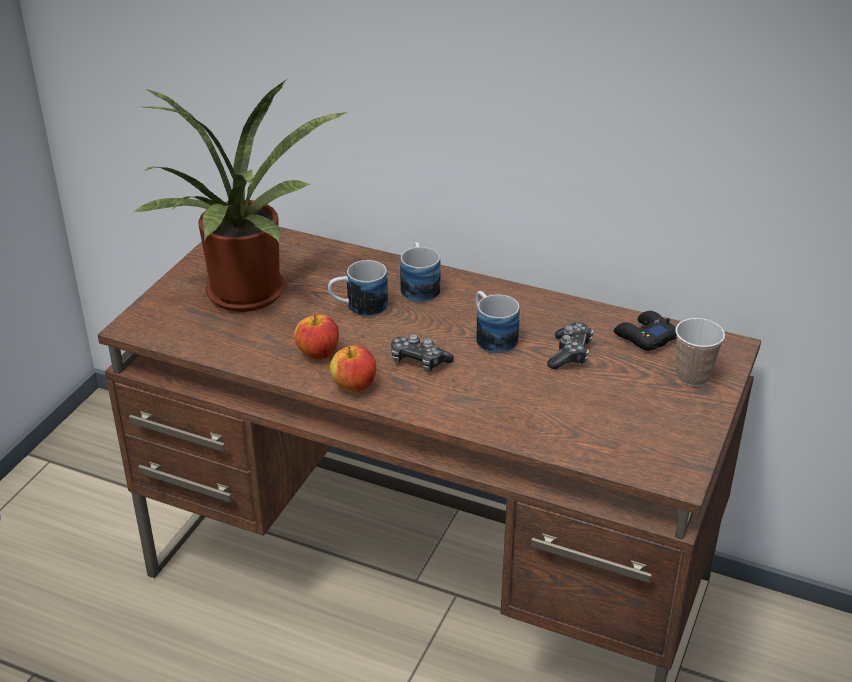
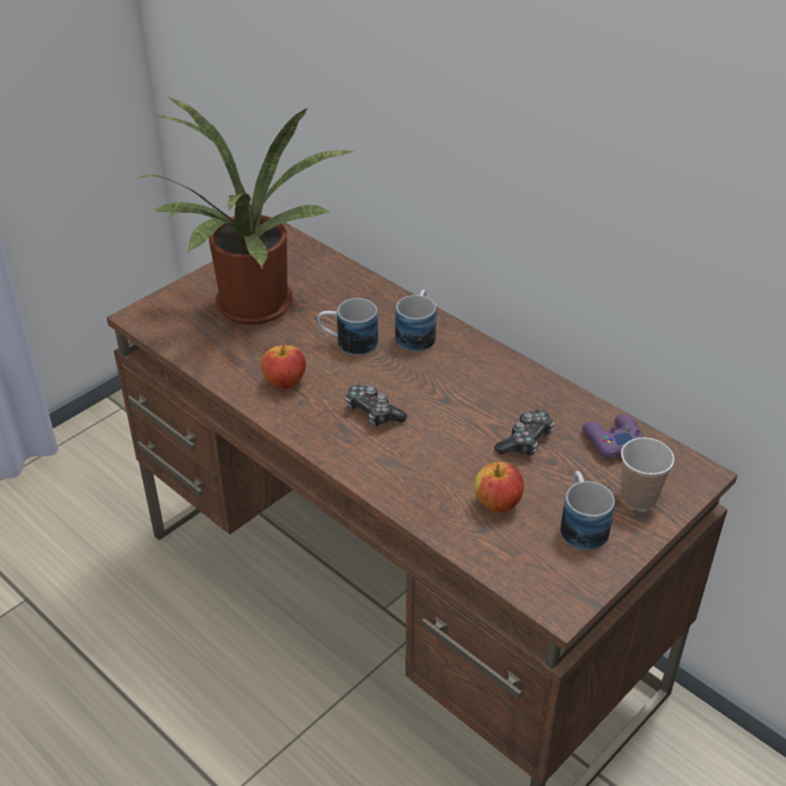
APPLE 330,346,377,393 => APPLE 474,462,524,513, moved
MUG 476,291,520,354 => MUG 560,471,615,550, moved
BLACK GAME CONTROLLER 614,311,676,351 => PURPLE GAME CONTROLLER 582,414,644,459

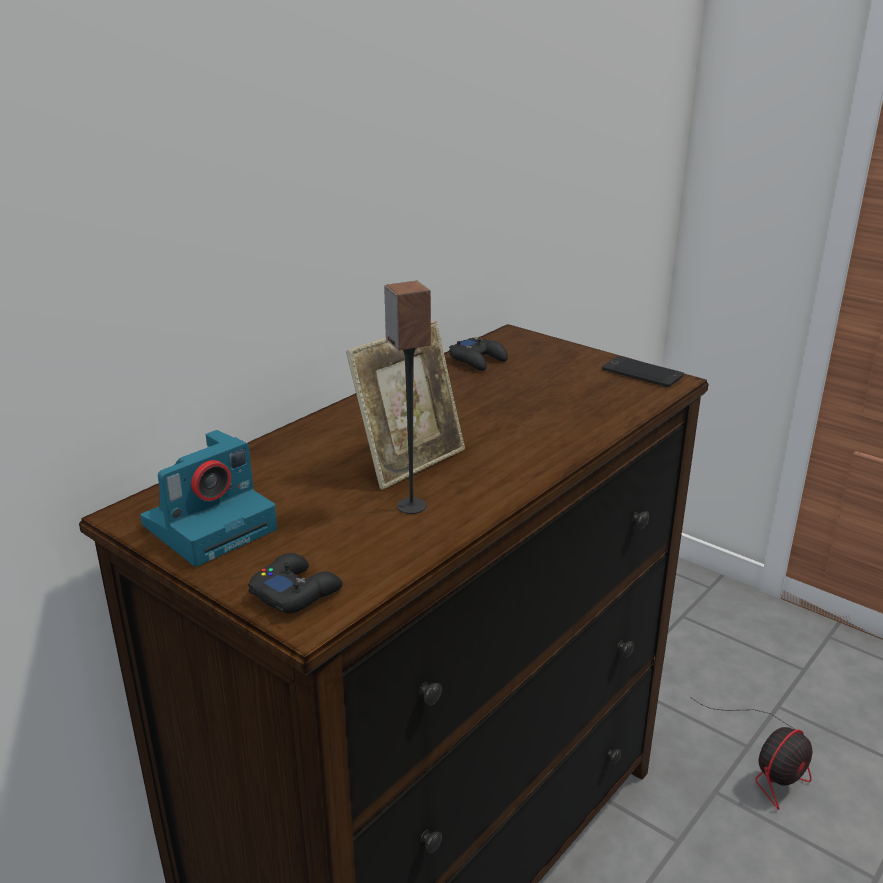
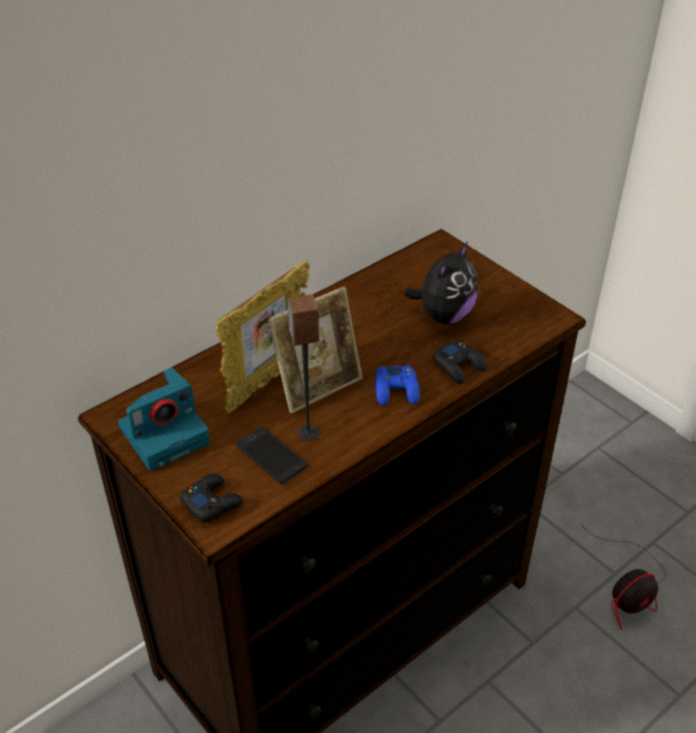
nothing => PICTURE FRAME 215,261,310,413
PHONE 602,356,684,387 => PHONE 236,427,308,484, moved
nothing => BLUE GAME CONTROLLER 375,365,420,406
nothing => PLUSH TOY 404,242,478,324
BLACK GAME CONTROLLER 449,338,508,371 => BLACK GAME CONTROLLER 433,340,487,384, moved

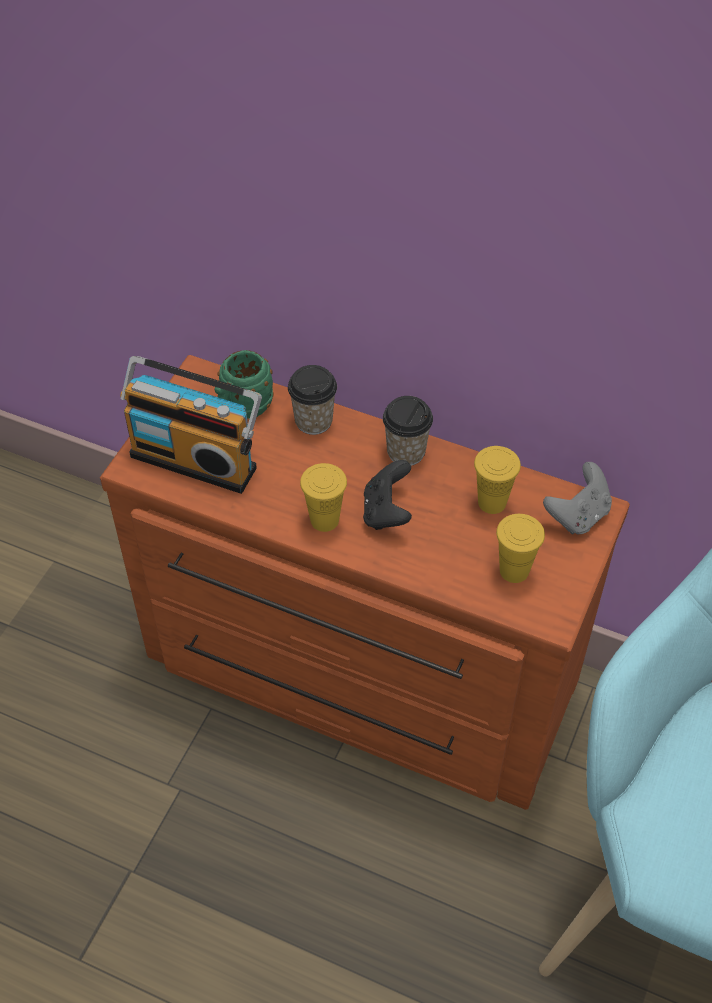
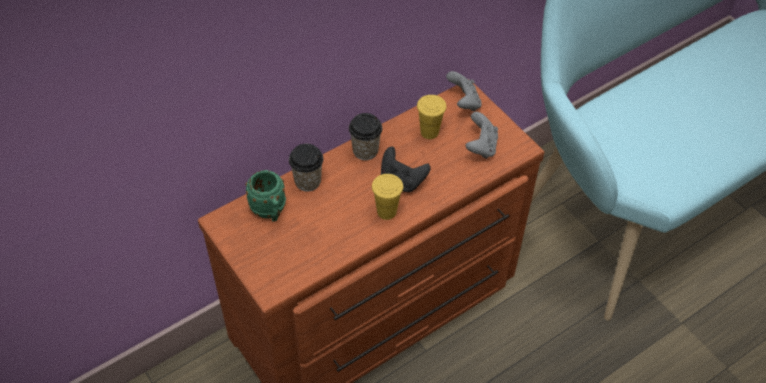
YELLOW CUP 496,514,545,583 => GREY GAME CONTROLLER 465,112,498,159
RADIO 120,356,262,494 => nothing

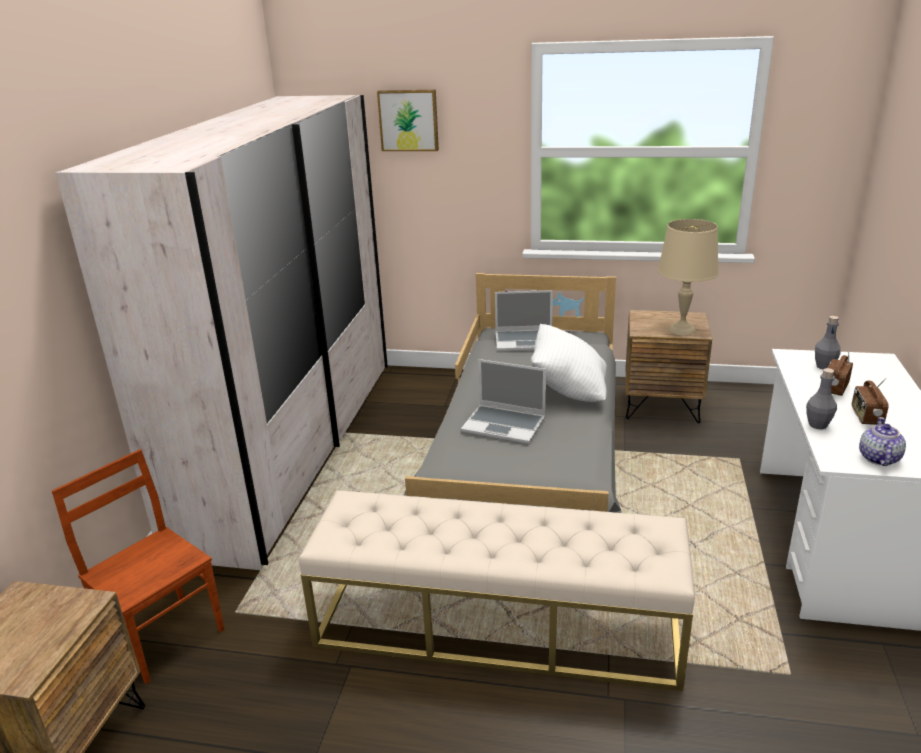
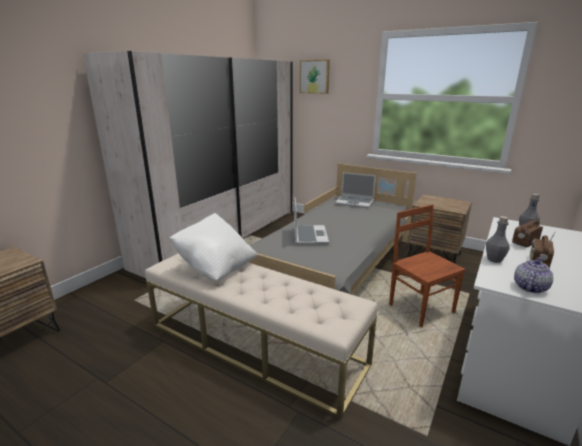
WHITE PILLOW 531,323,607,402 => WHITE PILLOW 170,213,258,280, moved
LAPTOP 461,359,546,444 => LAPTOP 294,197,329,245, 135 degrees counterclockwise
BROWN CHAIR 52,449,225,684 => BROWN CHAIR 389,204,466,327, moved
BEIGE TABLE LAMP 658,219,719,336 => nothing

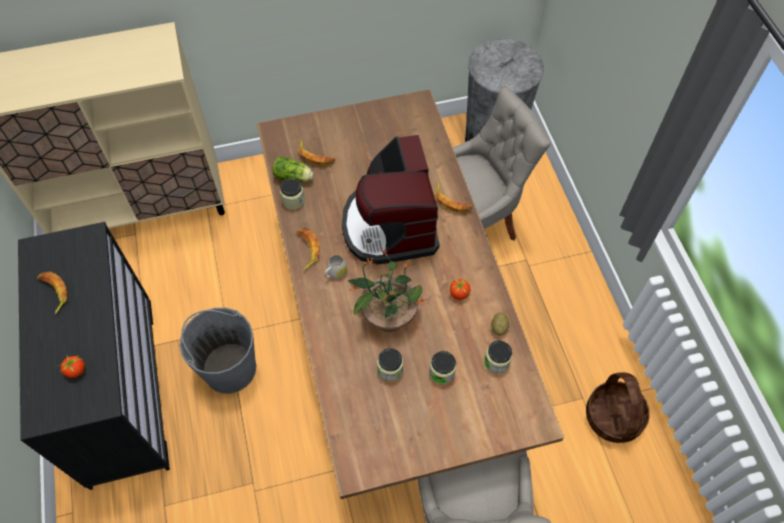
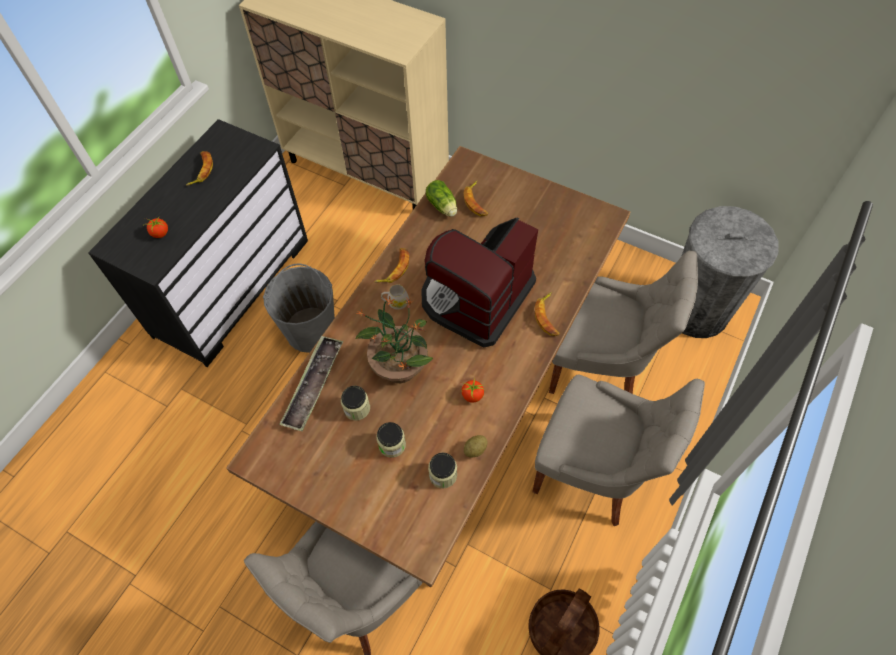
nothing => TRAY 279,336,343,431
nothing => GREY CHAIR 532,374,705,526
JAR 280,179,305,210 => nothing

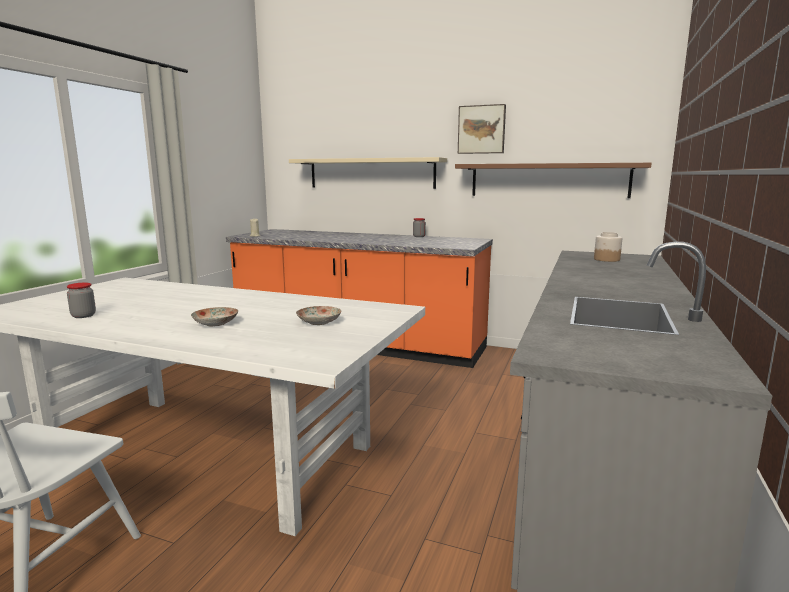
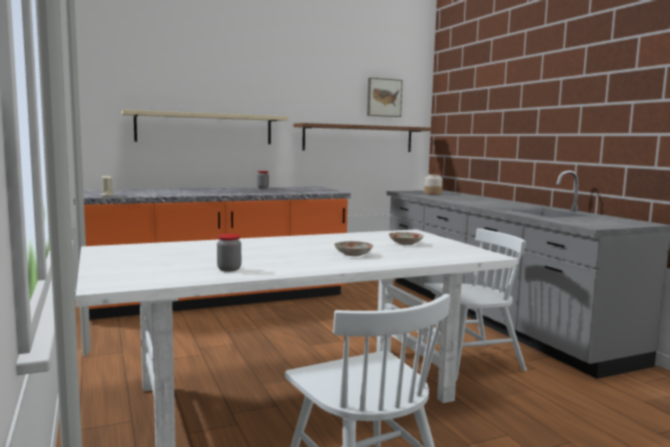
PICTURE 458,104,506,154 => PICTURE 367,78,403,117, moved
nothing => WHITE CHAIR 421,228,527,381

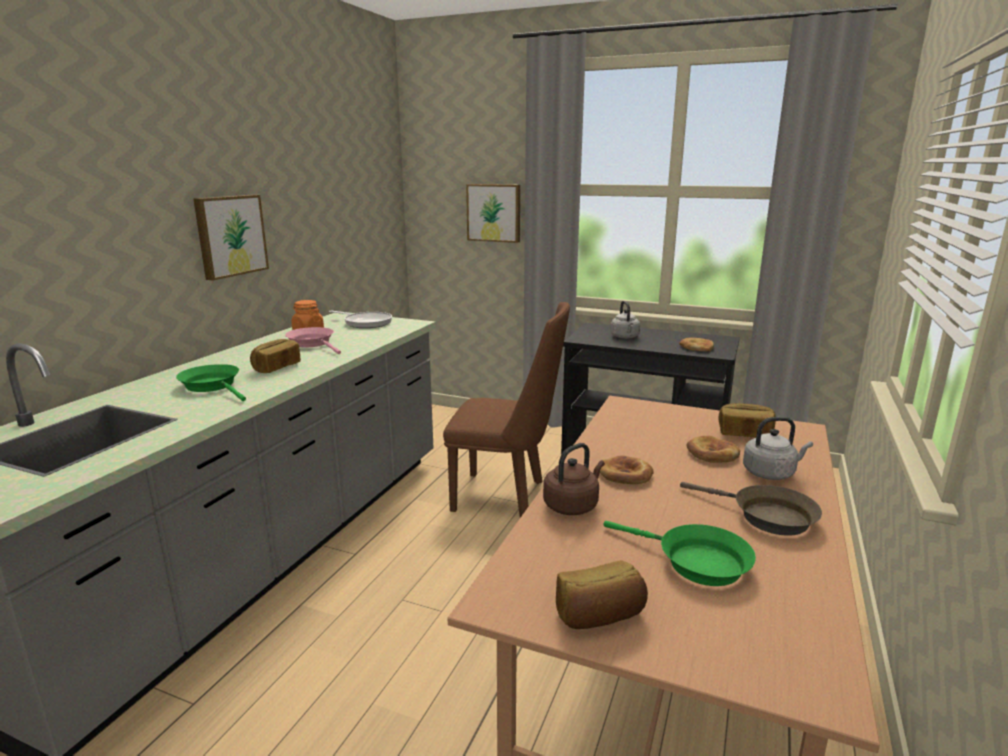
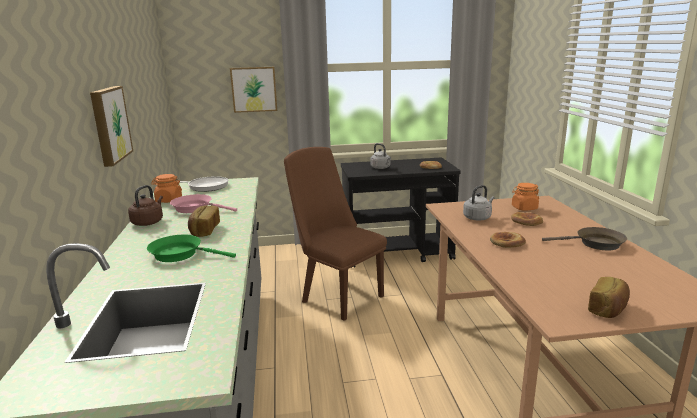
BROWN KETTLE 543,443,605,515 => BROWN KETTLE 128,185,163,226, moved
BROWN CHAIR 443,302,570,518 => BROWN CHAIR 284,147,387,321, 120 degrees counterclockwise
GREY KETTLE 743,417,813,480 => GREY KETTLE 463,185,494,220, moved
BREAD 718,403,776,438 => ORANGE JAR 512,183,539,210
GREEN FRYING PAN 604,521,756,586 => nothing

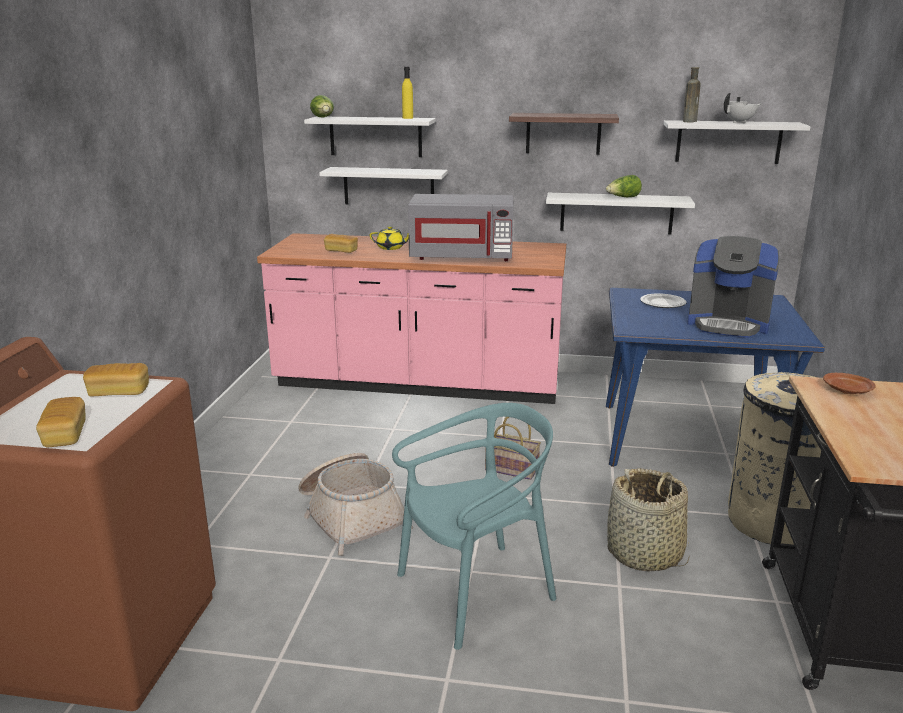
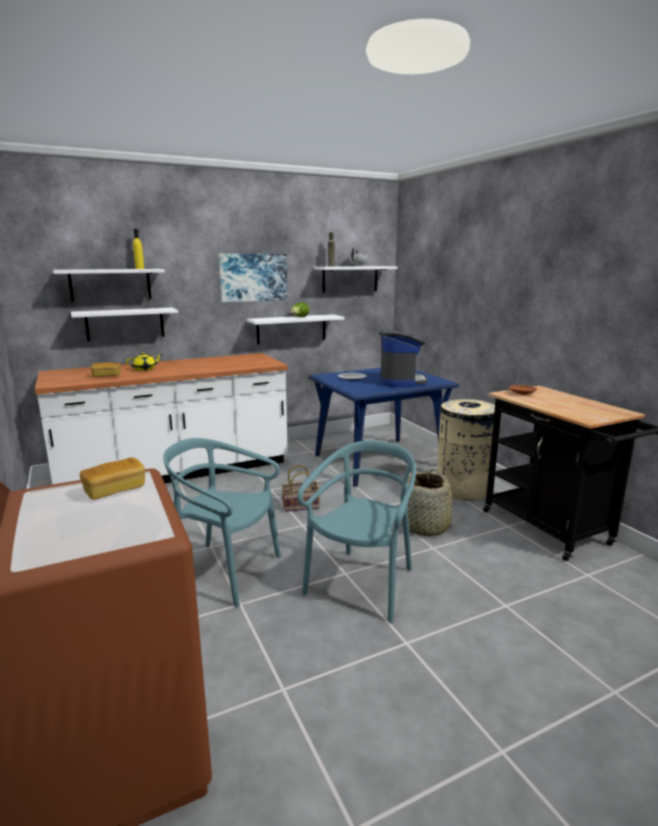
PINK COUNTER 257,233,566,404 => WHITE COUNTER 35,353,288,485
BASKET 298,453,413,556 => TURQUOISE CHAIR 163,438,281,607
SHELF 509,113,619,155 => PICTURE 218,253,287,302
COFFEE MACHINE 687,236,779,338 => COFFEE MACHINE 379,330,427,387, 75 degrees counterclockwise
BREAD 36,397,86,447 => nothing
LETTUCE 310,95,334,118 => nothing
GREY MICROWAVE 408,194,513,261 => nothing

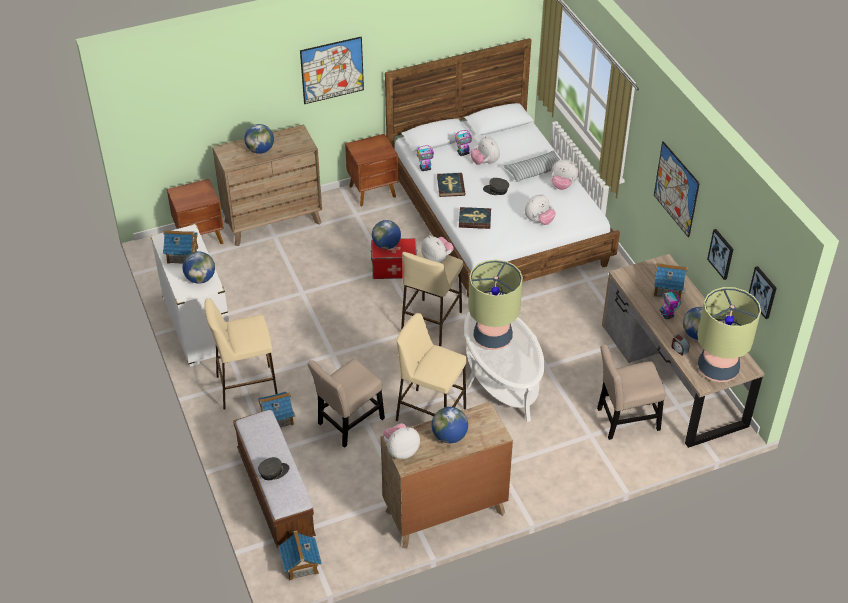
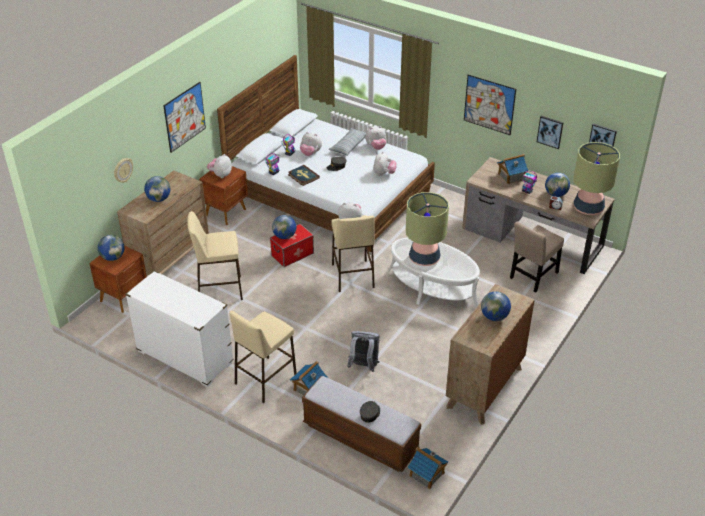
GLOBE 183,252,215,284 => GLOBE 98,235,124,261, moved
nothing => WALL CLOCK 114,158,133,183
BEIGE STOOL 396,313,467,421 => BEIGE STOOL 187,211,243,300, moved
PLUSH TOY 383,423,420,459 => PLUSH TOY 207,154,232,178, moved
BEIGE CHAIR 308,359,385,448 => GREY BACKPACK 347,331,380,372
TOY HOUSE 163,230,198,264 => nothing
BOOK 459,207,491,229 => nothing

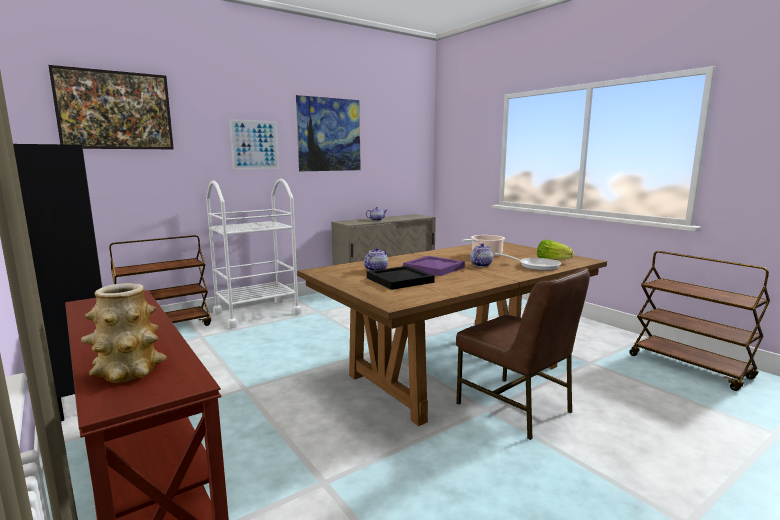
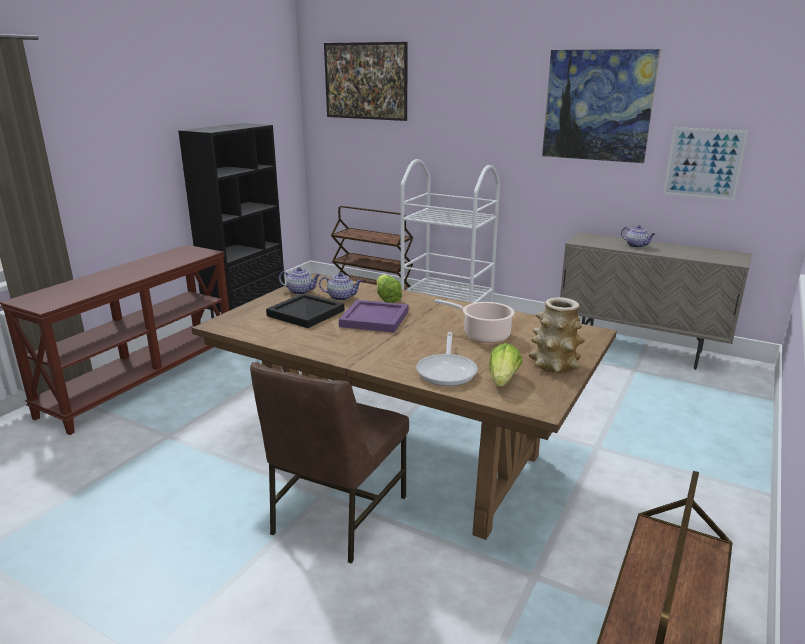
TEAPOT 470,243,493,267 => TEAPOT 279,267,320,295, moved
nothing => LETTUCE 377,274,402,303
VASE 81,283,167,383 => VASE 528,297,585,373, moved
PICTURE 229,119,279,169 => PICTURE 664,127,748,200, moved

